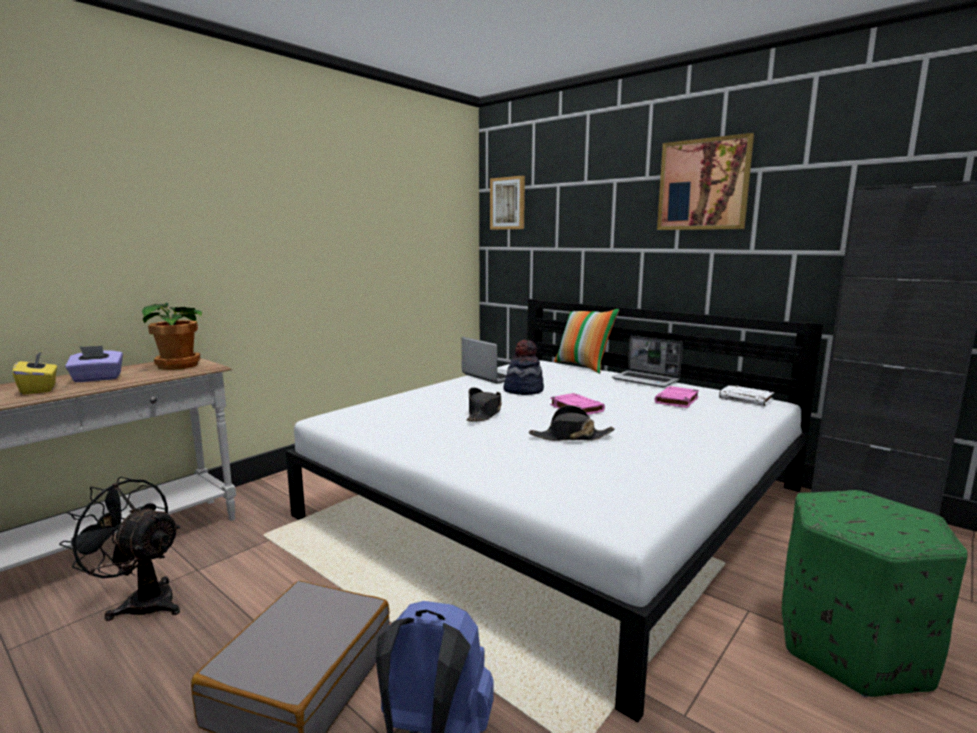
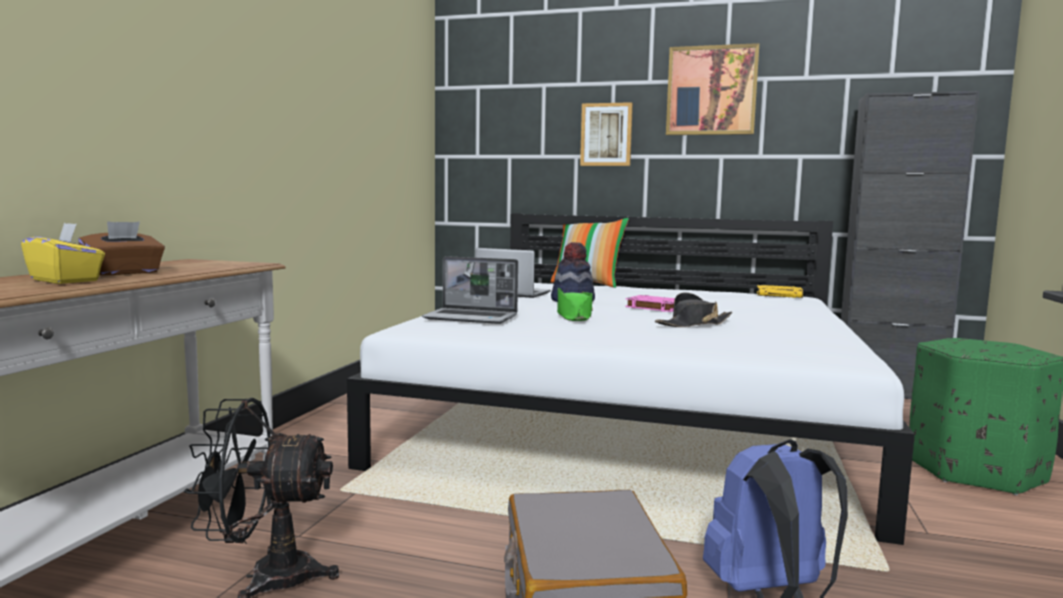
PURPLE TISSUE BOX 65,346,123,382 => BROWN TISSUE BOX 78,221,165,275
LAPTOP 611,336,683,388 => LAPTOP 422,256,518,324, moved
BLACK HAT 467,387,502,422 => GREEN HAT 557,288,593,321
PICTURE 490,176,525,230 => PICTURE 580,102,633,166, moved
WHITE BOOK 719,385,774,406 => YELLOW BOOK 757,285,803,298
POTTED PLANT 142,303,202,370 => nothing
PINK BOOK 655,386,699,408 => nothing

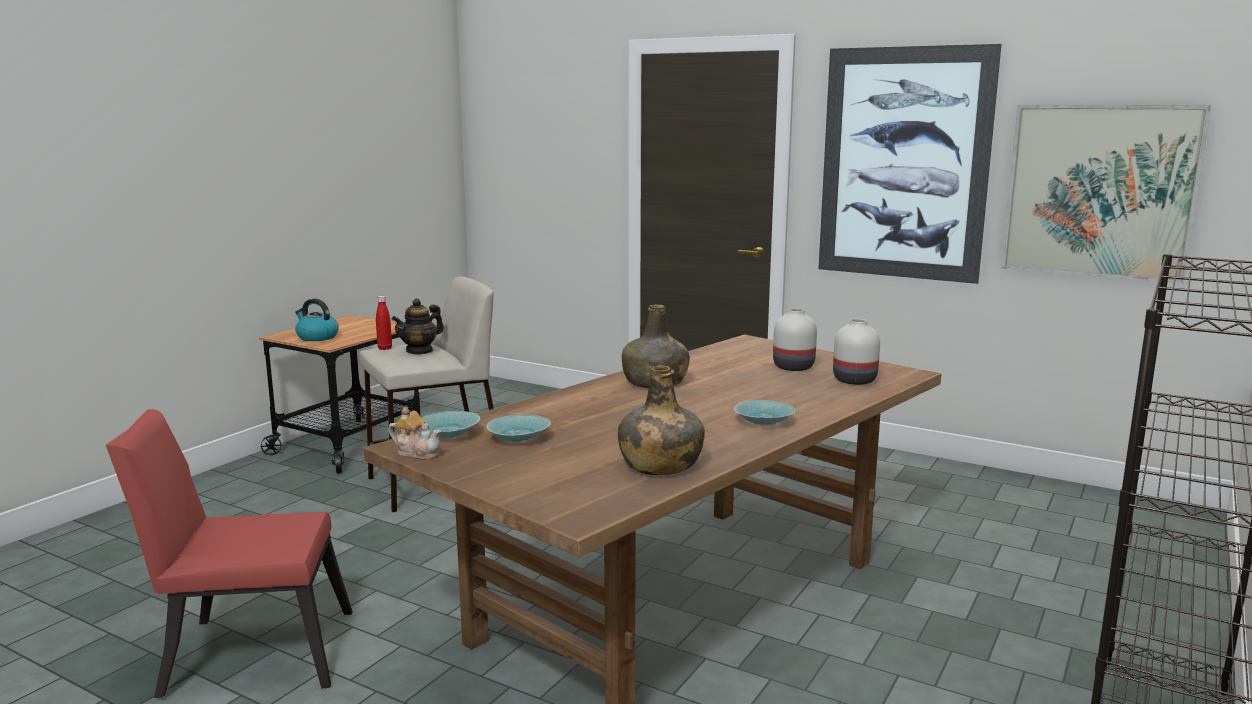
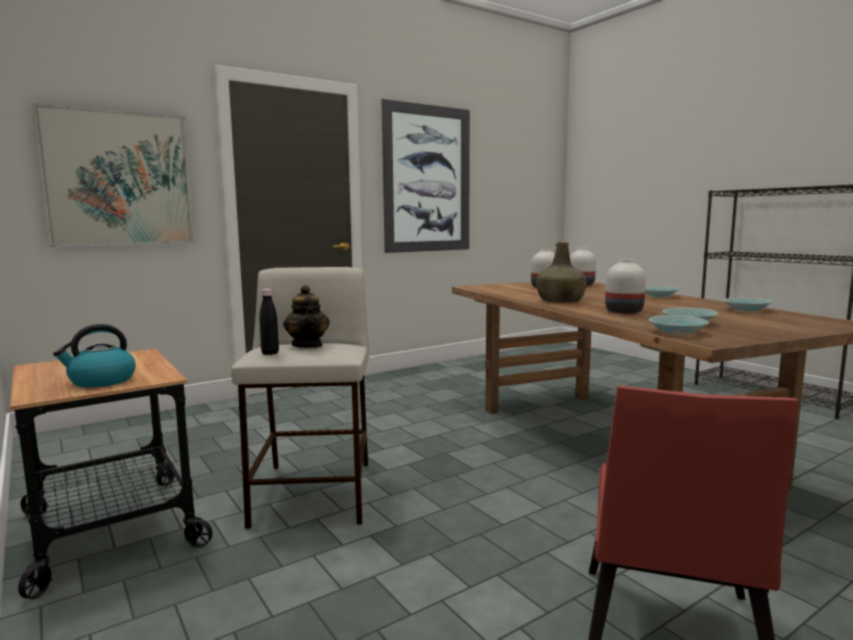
PICTURE 1001,105,1211,284 => PICTURE 32,103,194,247, moved
RED BOTTLE 376,296,392,350 => BLACK BOTTLE 259,289,279,355
nothing => WHITE VASE 605,259,646,314
GREEN BOTTLE 618,366,705,475 => TURQUOISE BOWL 723,298,774,312
TEAPOT 388,407,441,460 => nothing

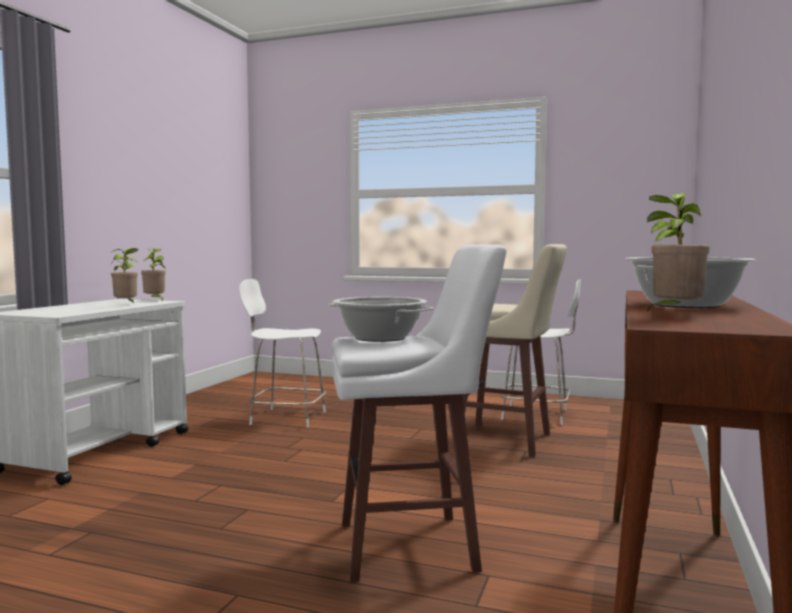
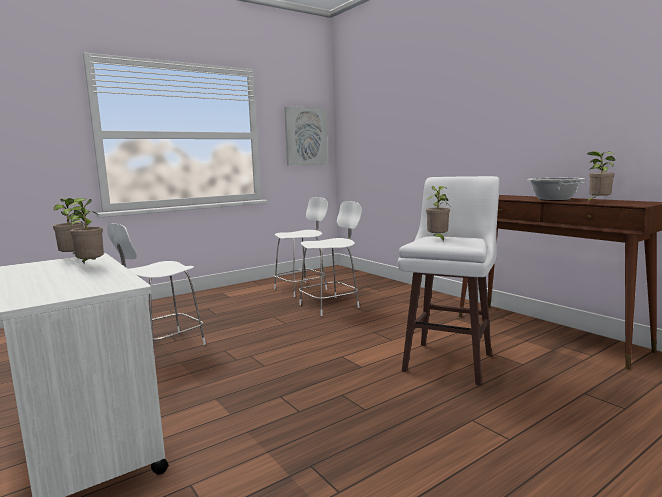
nothing => PICTURE 284,106,328,166
BEIGE STOOL 453,244,567,457 => WHITE CHAIR 299,201,362,316
COOKING POT 329,297,434,342 => POTTED PLANT 426,186,450,241

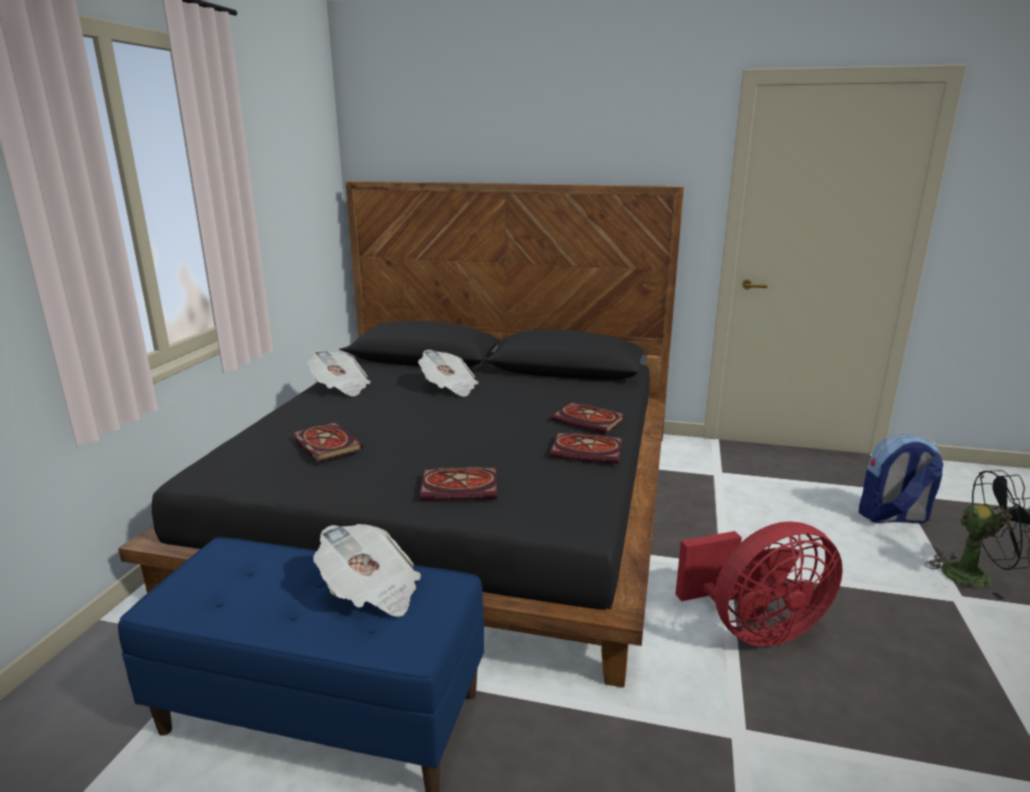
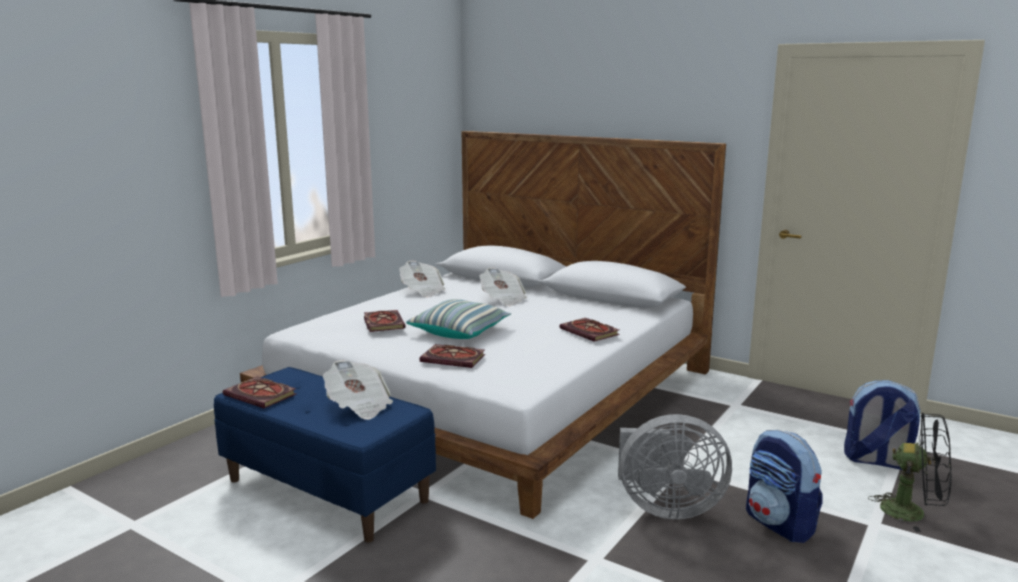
BOOK 550,432,622,464 => BOOK 223,377,296,408, moved
BLACK BED 118,181,684,688 => WHITE BED 240,131,726,519
nothing => PILLOW 406,299,511,339
RED FAN 676,521,843,646 => GREY FAN 618,414,732,519
nothing => BACKPACK 746,430,823,543

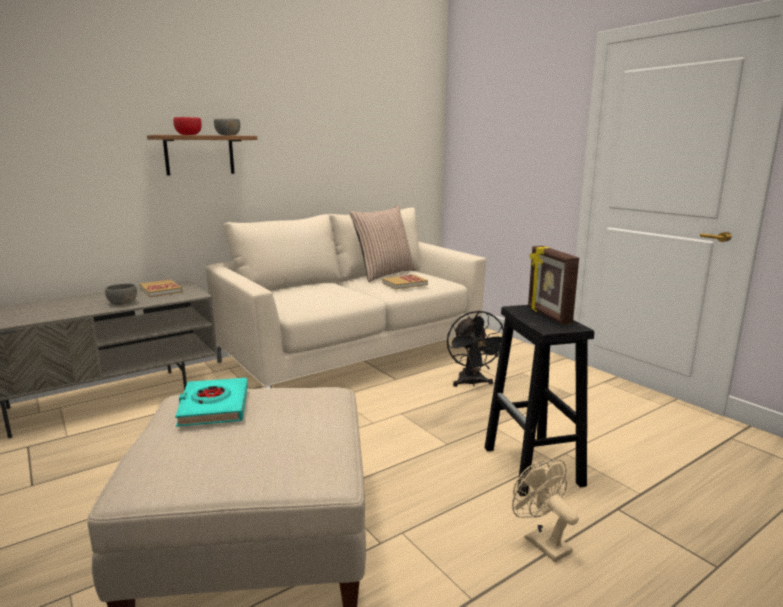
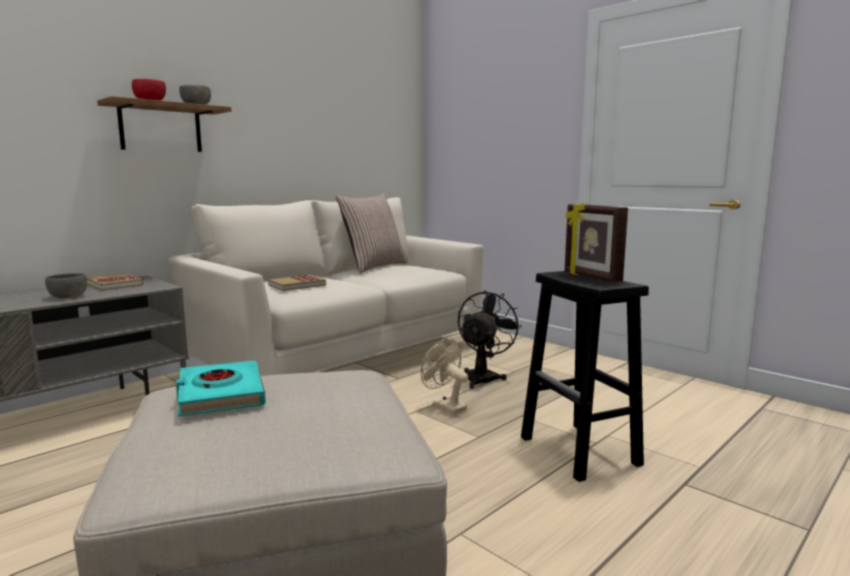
BOOK 382,275,428,289 => BOOK 268,275,326,291, moved
BEIGE FAN 512,459,579,562 => BEIGE FAN 421,339,468,414, moved
BLACK FAN 447,310,503,387 => BLACK FAN 458,290,522,389, 135 degrees counterclockwise

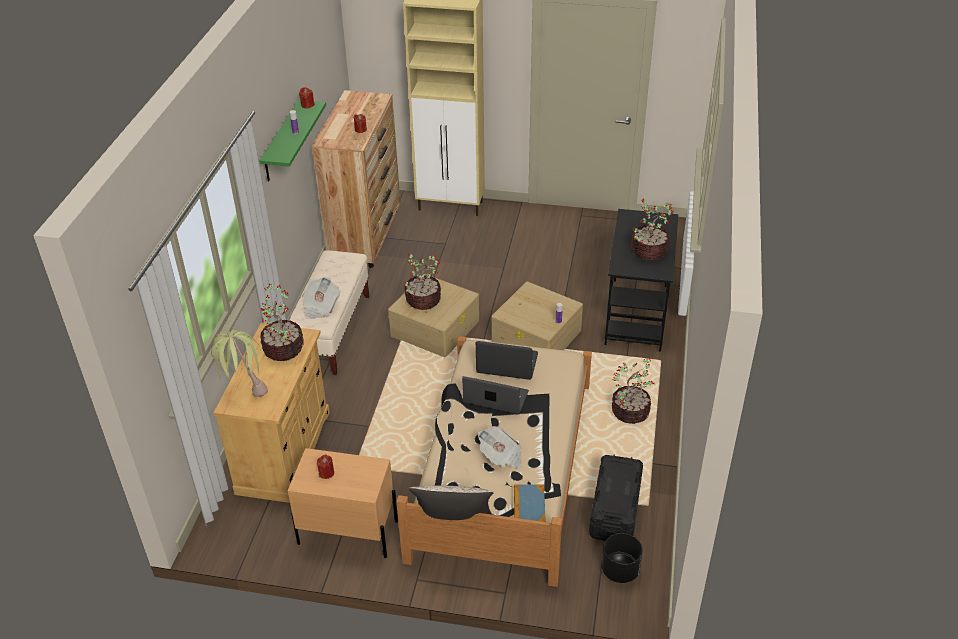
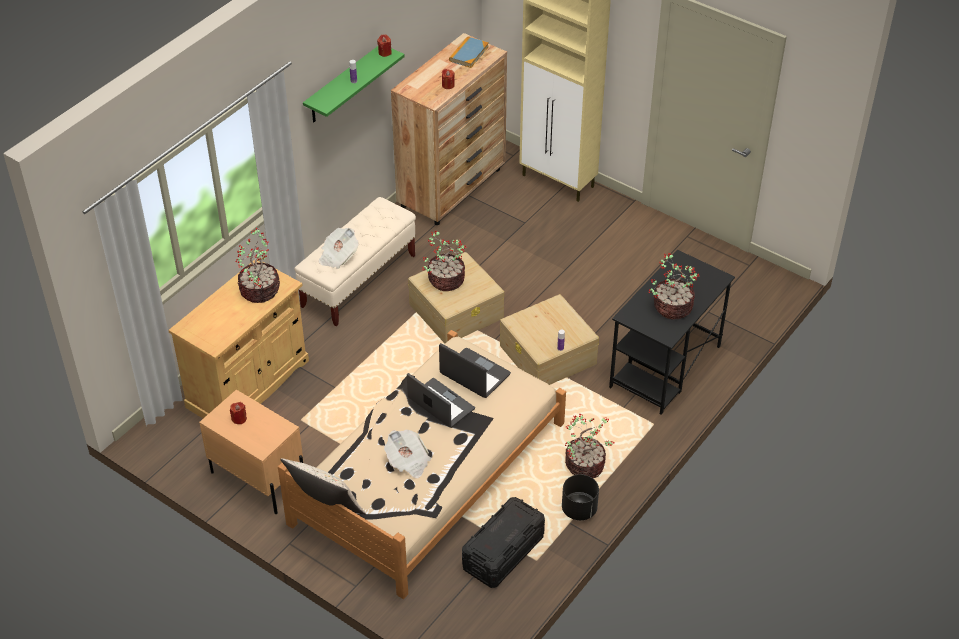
BOOK 514,485,546,522 => BOOK 449,36,489,68, moved
BLACK PLANTER 602,533,642,583 => BLACK PLANTER 562,474,599,520, moved
POTTED PLANT 211,329,268,397 => nothing

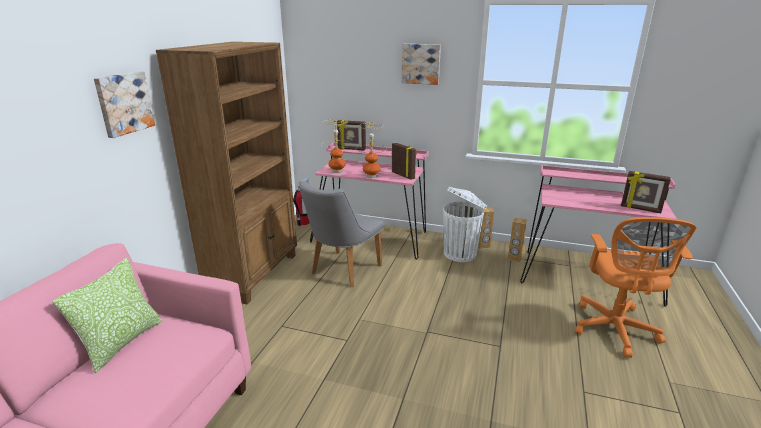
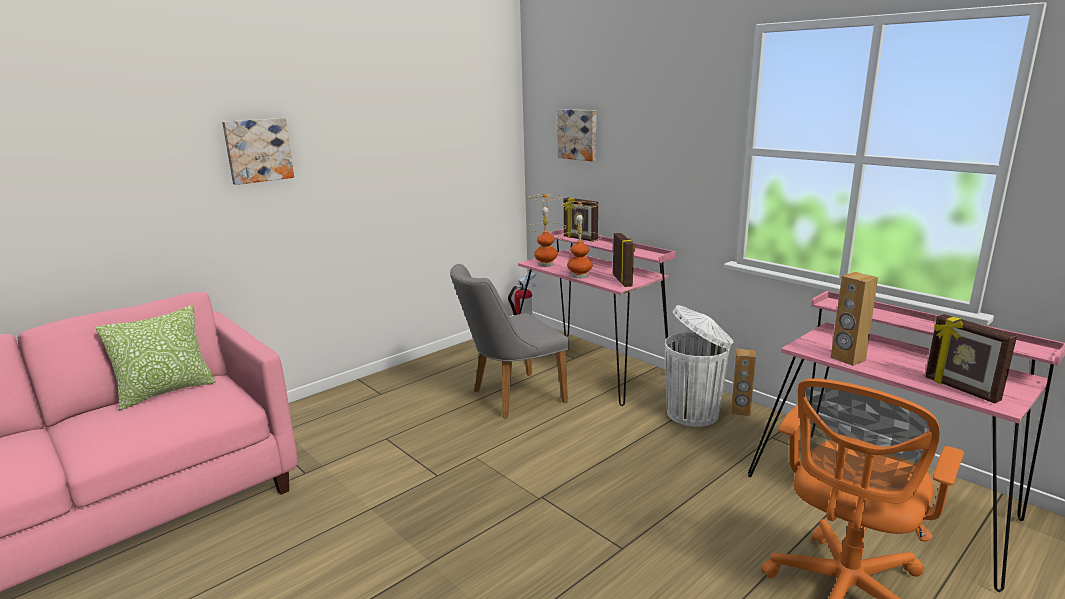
PICTURE 402,44,441,85 => PICTURE 557,109,596,161, moved
BROWN SPEAKER 508,217,527,262 => BROWN SPEAKER 831,272,878,366, moved
BROWN BOOKCASE 156,42,297,304 => nothing

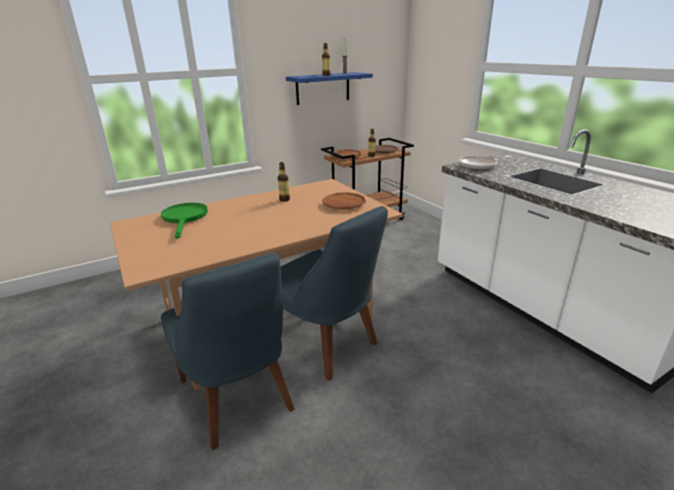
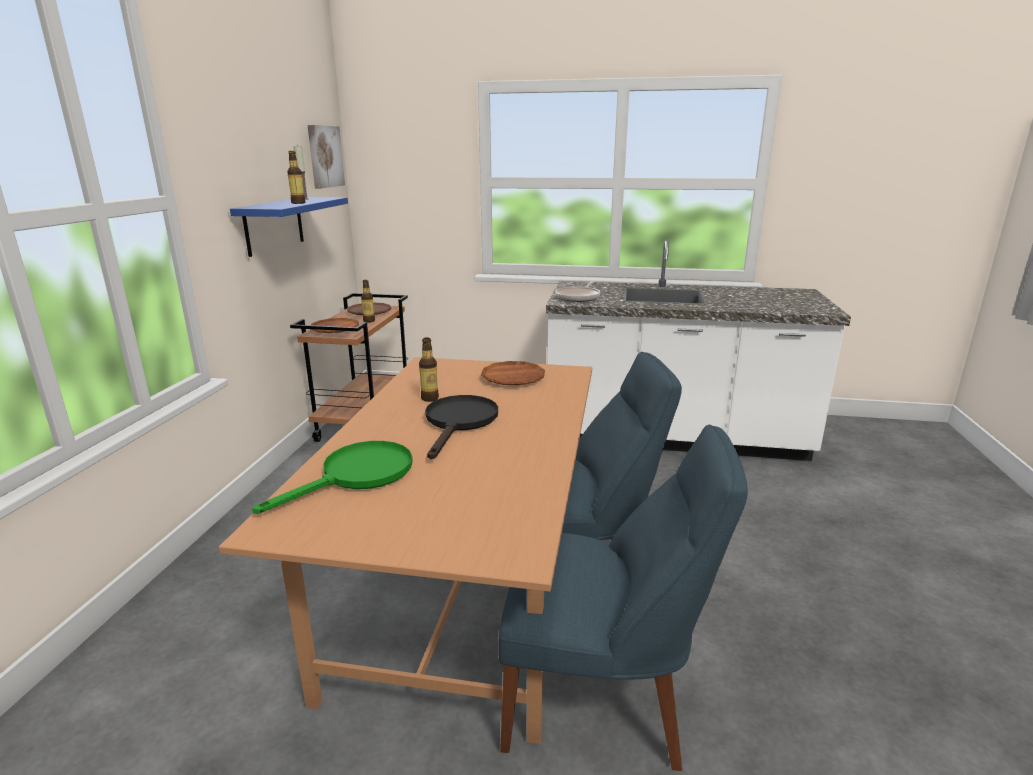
GREEN FRYING PAN 161,203,208,239 => GREEN FRYING PAN 252,441,413,514, 105 degrees clockwise
nothing => PICTURE 307,125,345,189
nothing => BLACK FRYING PAN 425,395,498,459

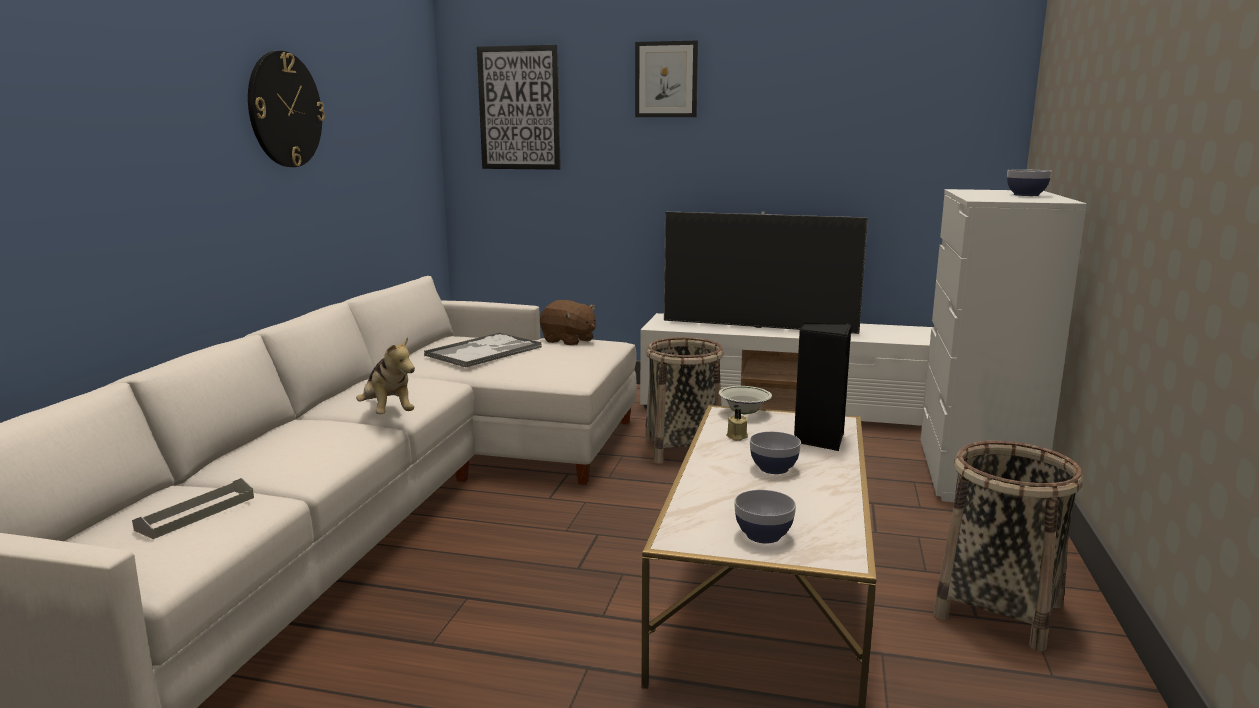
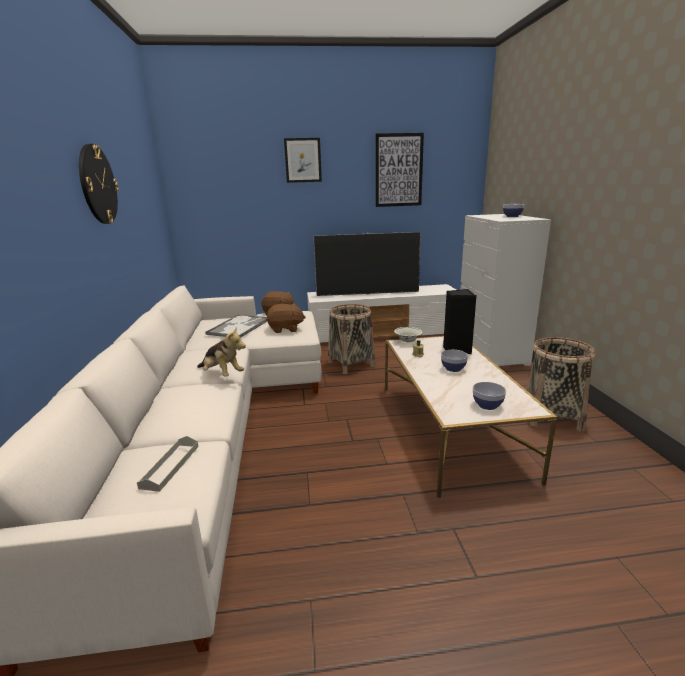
nothing => BROWN PLUSH TOY 266,304,306,333
PICTURE 477,45,561,170 => PICTURE 375,133,424,207, moved

